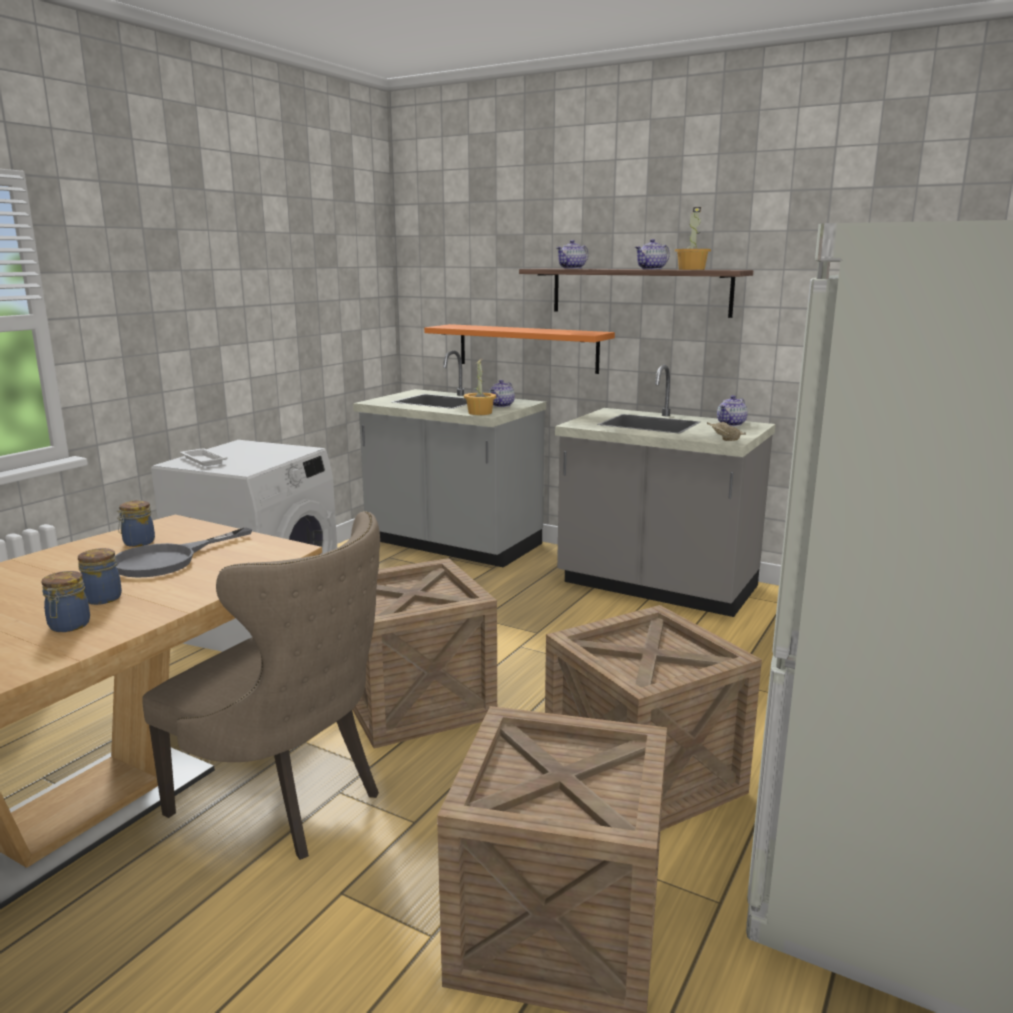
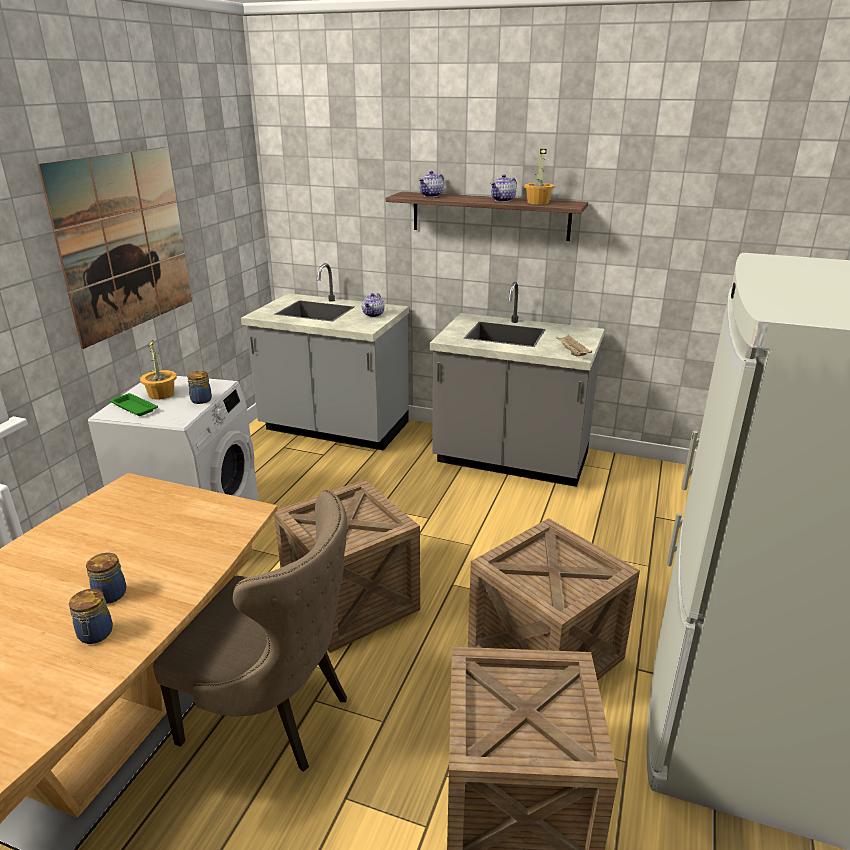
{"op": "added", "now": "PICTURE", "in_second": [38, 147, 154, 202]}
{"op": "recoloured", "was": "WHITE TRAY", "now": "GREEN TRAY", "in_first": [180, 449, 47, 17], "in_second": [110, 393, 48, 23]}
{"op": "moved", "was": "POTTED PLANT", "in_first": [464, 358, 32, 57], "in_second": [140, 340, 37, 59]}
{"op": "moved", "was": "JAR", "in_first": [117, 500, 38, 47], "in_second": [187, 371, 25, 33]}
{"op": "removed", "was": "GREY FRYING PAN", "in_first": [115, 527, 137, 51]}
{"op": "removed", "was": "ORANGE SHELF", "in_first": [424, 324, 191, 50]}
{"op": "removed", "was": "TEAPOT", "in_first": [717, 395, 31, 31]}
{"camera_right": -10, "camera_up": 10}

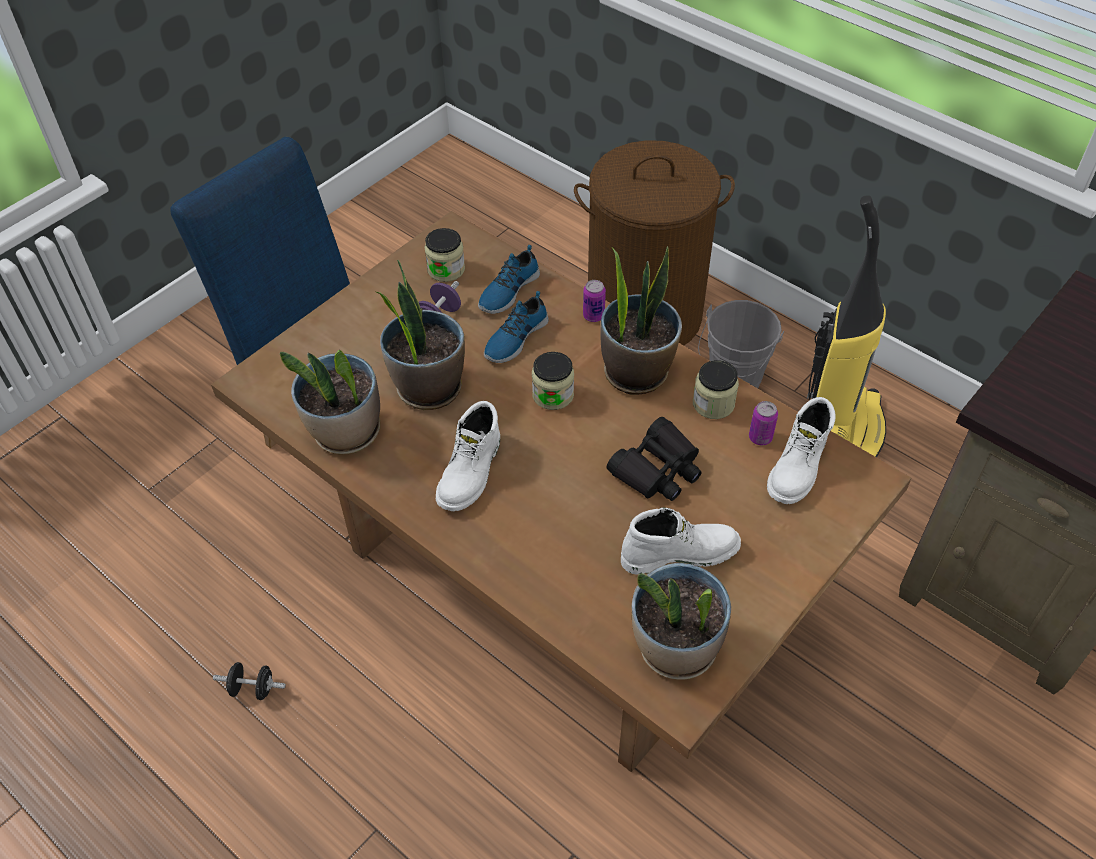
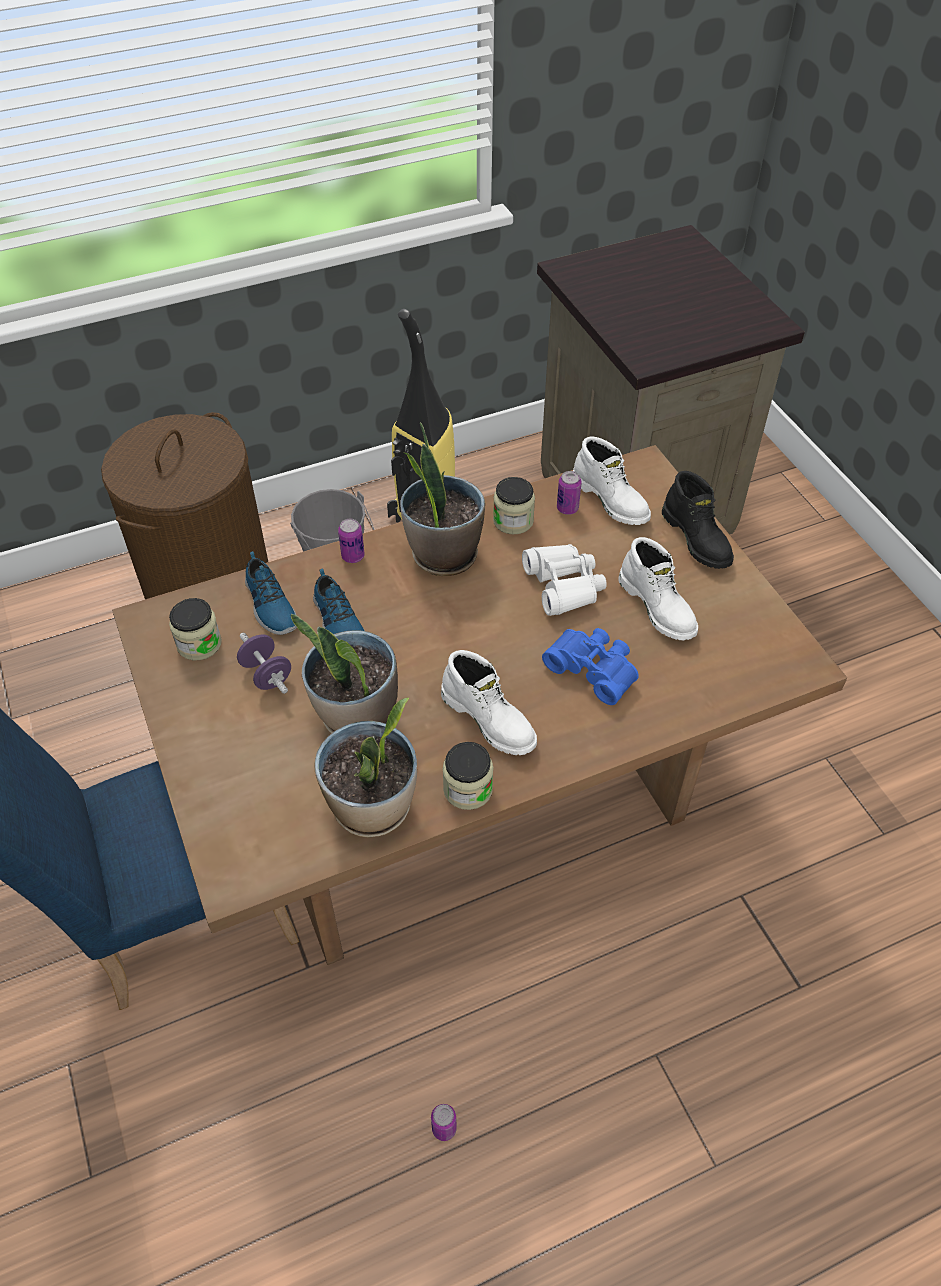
{"op": "replaced", "was": "BLACK DUMBBELL", "now": "CAN", "in_first": [213, 662, 73, 38], "in_second": [431, 1104, 26, 37]}
{"op": "moved", "was": "JAR", "in_first": [532, 352, 42, 58], "in_second": [443, 742, 50, 68]}
{"op": "recoloured", "was": "BLACK BINOCULARS", "now": "WHITE BINOCULARS", "in_first": [606, 417, 96, 84], "in_second": [522, 544, 85, 72]}
{"op": "added", "now": "BLUE BINOCULARS", "in_second": [542, 628, 97, 77]}
{"op": "turned", "was": "WHITE BOOT", "in_first": [621, 508, 120, 67], "in_second": [618, 537, 80, 103], "clockwise": 135}
{"op": "added", "now": "BLACK BOOT", "in_second": [662, 471, 72, 98]}
{"op": "removed", "was": "POTTED PLANT", "in_first": [632, 562, 99, 118]}
{"camera_right": -65, "camera_up": 0}

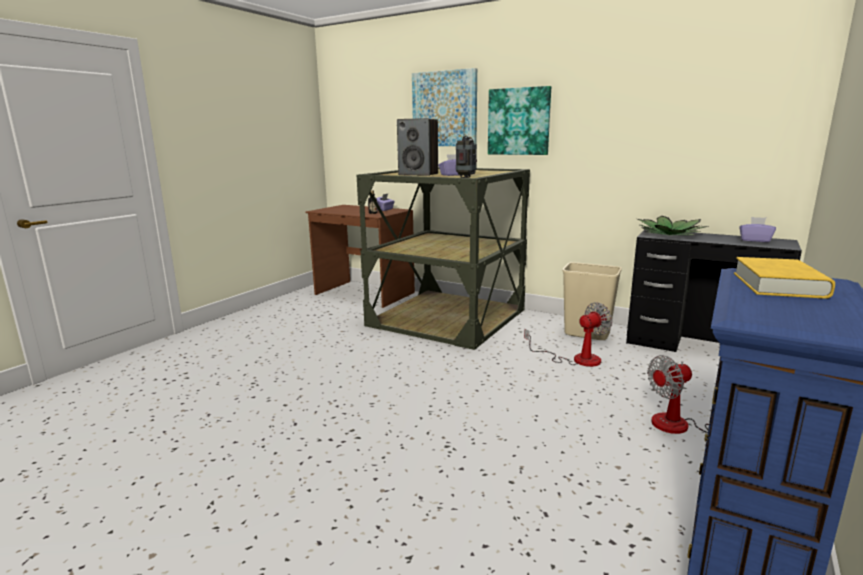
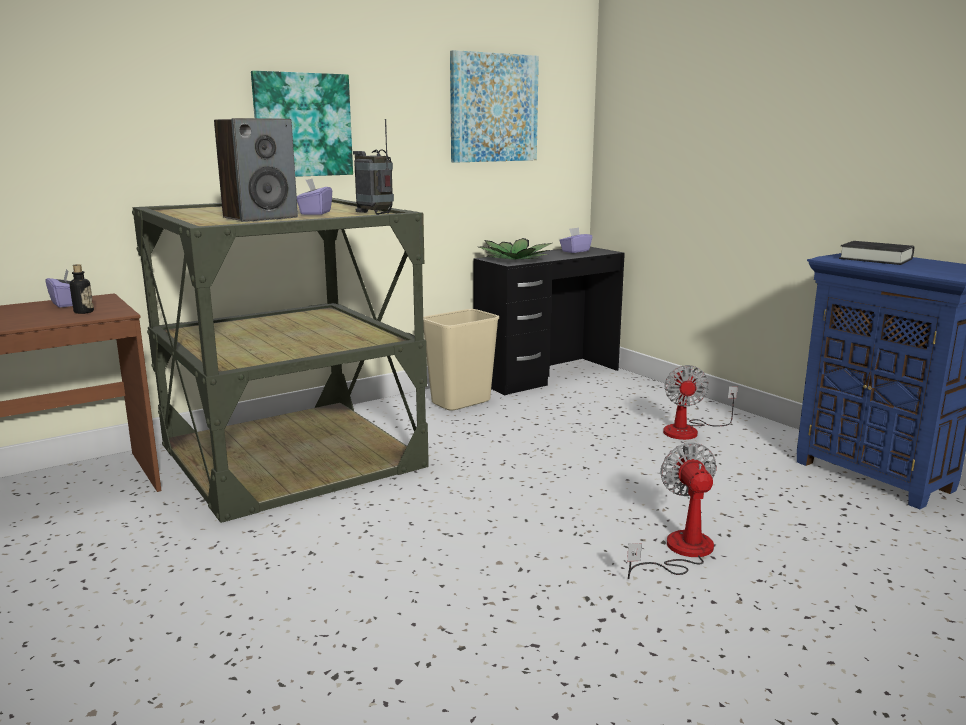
{"op": "moved", "was": "PICTURE", "in_first": [412, 68, 65, 78], "in_second": [450, 50, 89, 113]}
{"op": "moved", "was": "FAN", "in_first": [524, 302, 89, 65], "in_second": [627, 442, 90, 137]}
{"op": "recoloured", "was": "YELLOW BOOK", "now": "BLACK BOOK", "in_first": [734, 257, 101, 42], "in_second": [839, 241, 75, 24]}
{"camera_right": -65, "camera_up": 0}

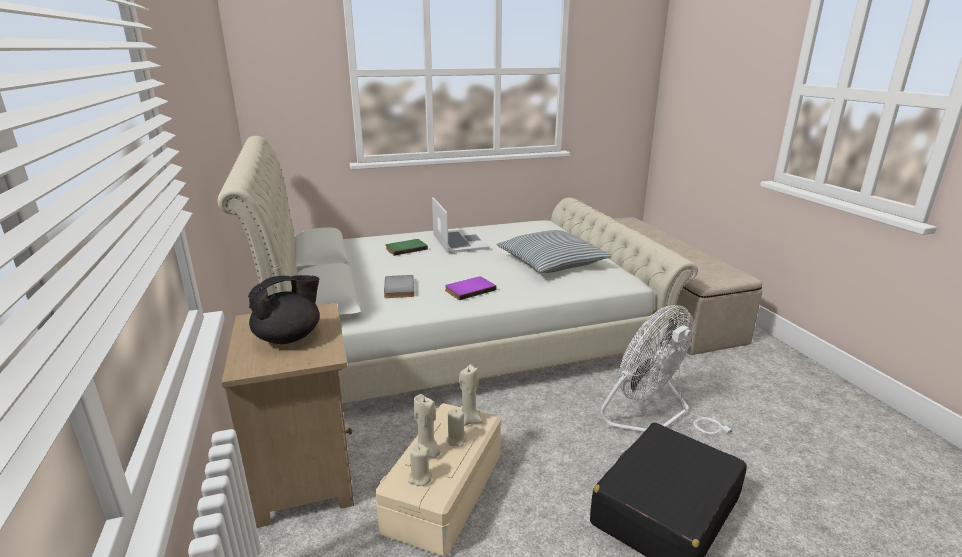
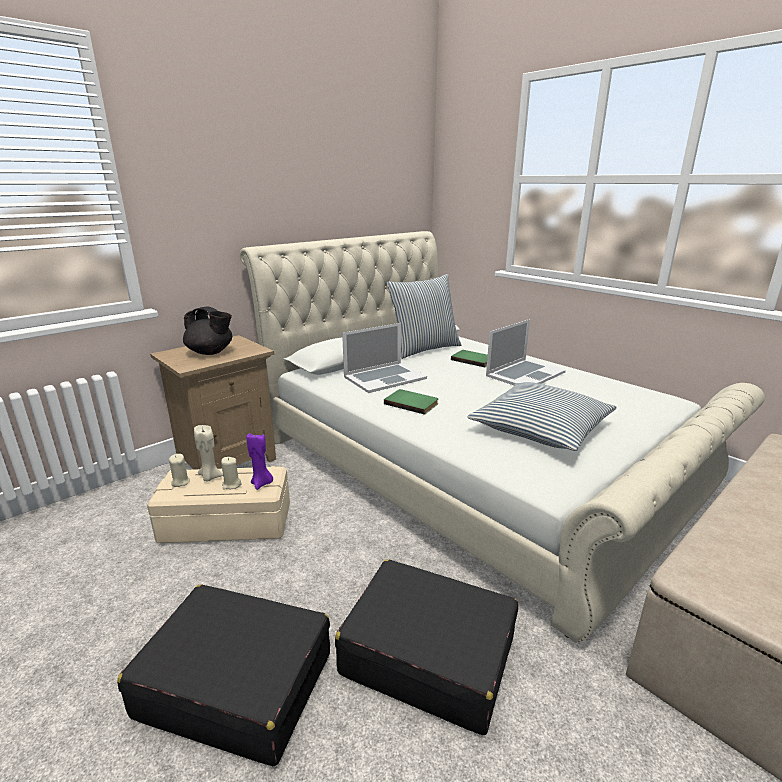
{"op": "recoloured", "was": "BEIGE CANDLE", "now": "PURPLE CANDLE", "in_first": [459, 364, 24, 62], "in_second": [246, 433, 27, 57]}
{"op": "replaced", "was": "WHITE FAN", "now": "BLACK SUITCASE", "in_first": [601, 305, 132, 129], "in_second": [335, 559, 183, 176]}
{"op": "replaced", "was": "GREY BOOK", "now": "LAPTOP", "in_first": [384, 275, 30, 23], "in_second": [342, 323, 85, 70]}
{"op": "recoloured", "was": "PURPLE BOOK", "now": "GREEN BOOK", "in_first": [445, 276, 52, 24], "in_second": [384, 389, 54, 26]}
{"op": "added", "now": "PILLOW", "in_second": [387, 274, 74, 85]}
{"camera_right": 65, "camera_up": 0}

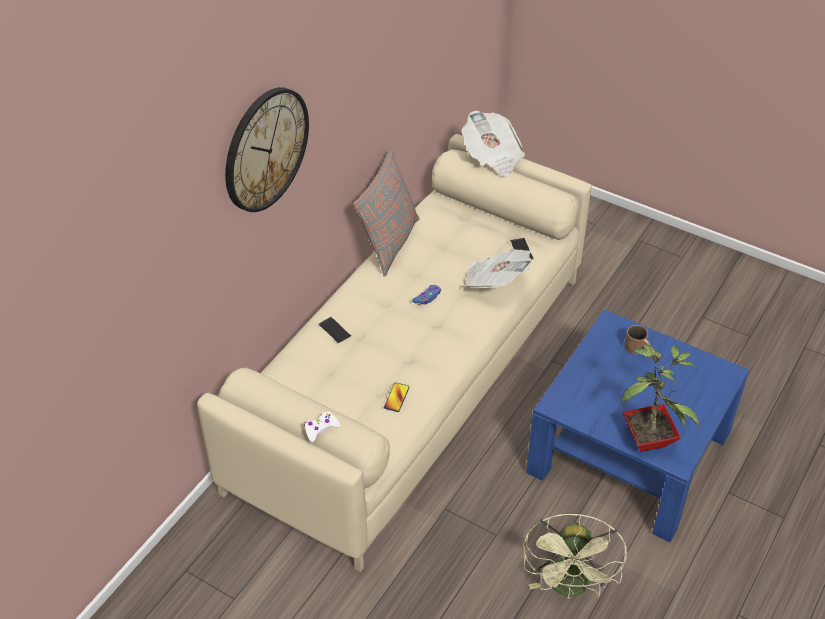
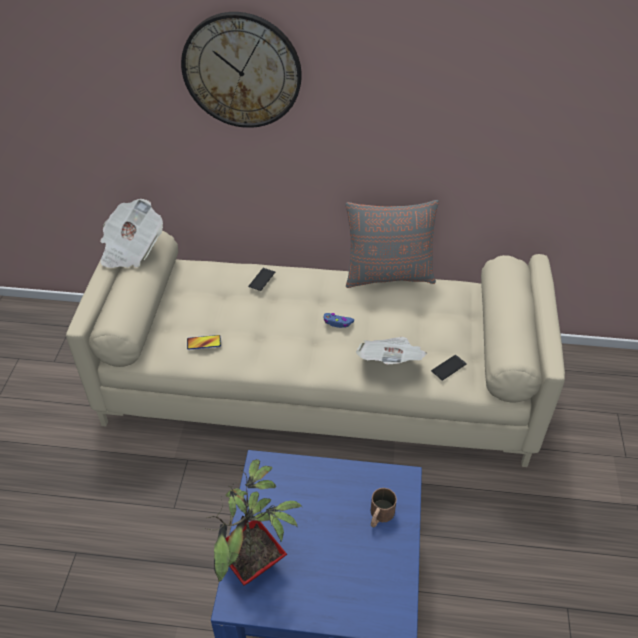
{"op": "moved", "was": "NEWSPAPER", "in_first": [461, 110, 64, 67], "in_second": [100, 199, 63, 69]}
{"op": "removed", "was": "WHITE GAME CONTROLLER", "in_first": [304, 411, 36, 31]}
{"op": "removed", "was": "GREEN FAN", "in_first": [523, 514, 104, 85]}
{"camera_right": 65, "camera_up": 0}

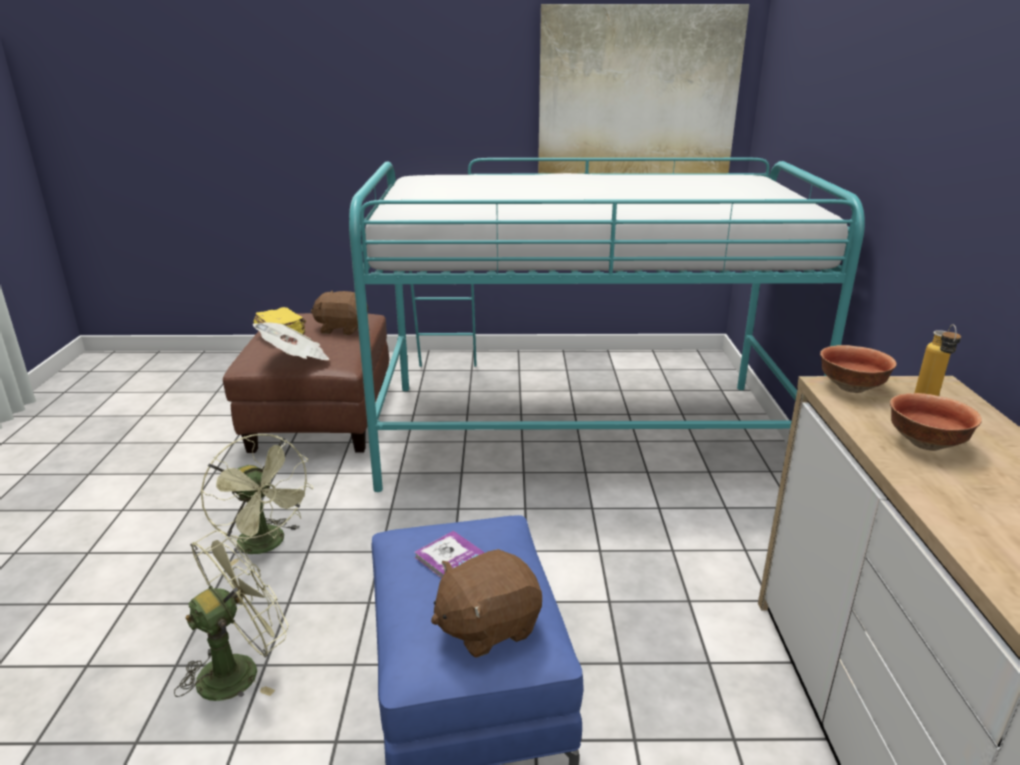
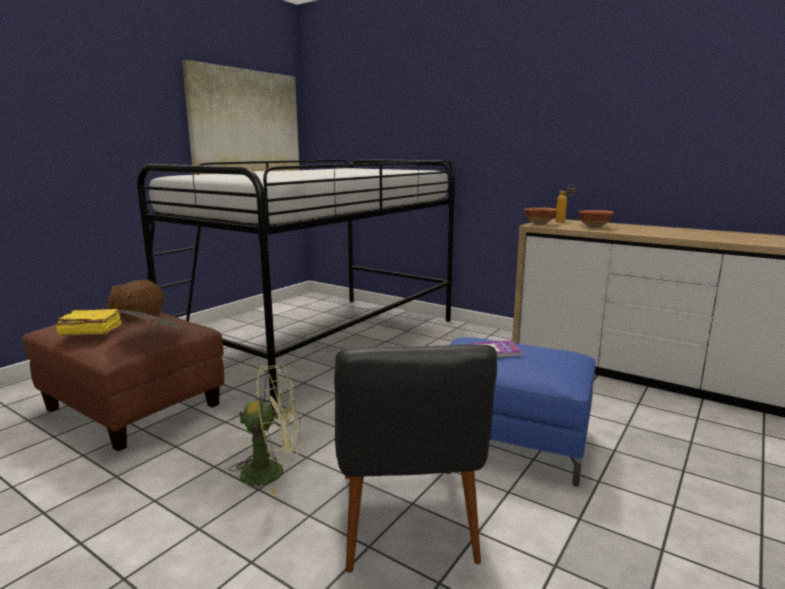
{"op": "recoloured", "was": "TURQUOISE BED", "now": "BLACK BED", "in_first": [349, 158, 516, 334], "in_second": [137, 159, 318, 252]}
{"op": "replaced", "was": "GREEN FAN", "now": "BLACK CHAIR", "in_first": [174, 530, 115, 171], "in_second": [334, 344, 163, 229]}
{"op": "removed", "was": "BROWN PLUSH TOY", "in_first": [431, 549, 111, 109]}
{"camera_right": -55, "camera_up": -10}

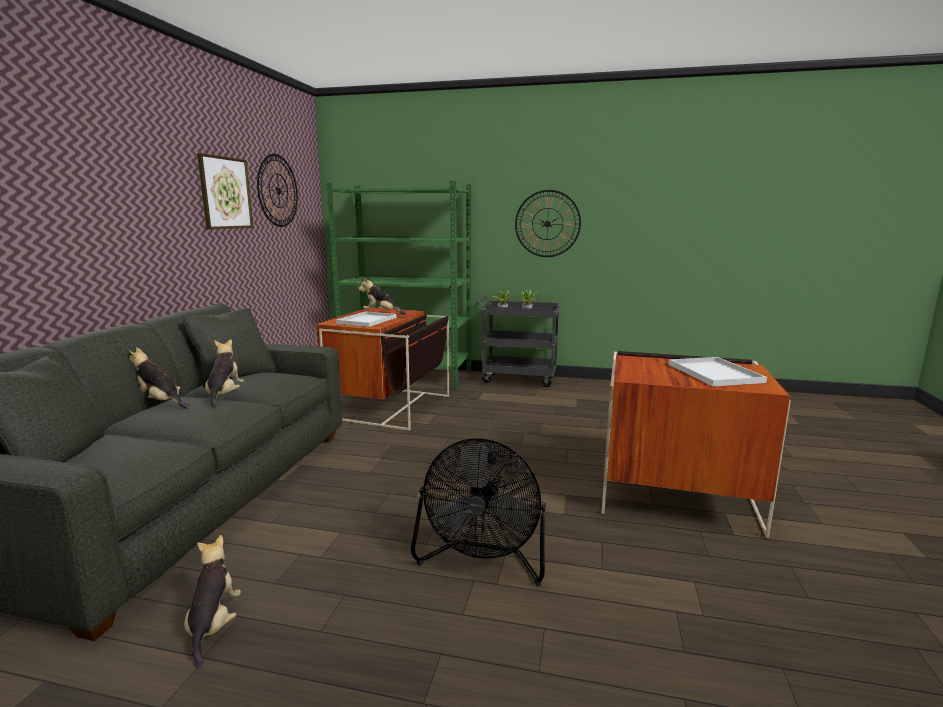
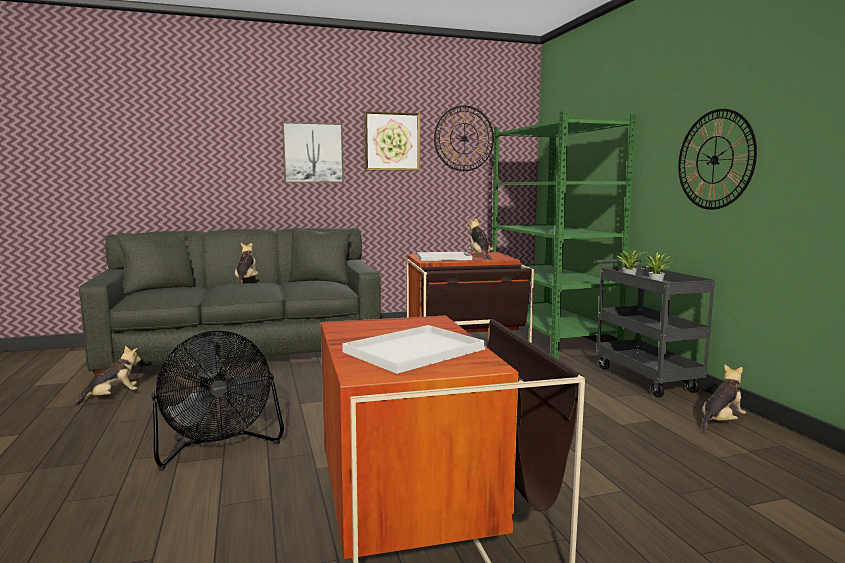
{"op": "turned", "was": "BLACK FAN", "in_first": [411, 438, 135, 148], "in_second": [152, 331, 132, 140], "clockwise": -105}
{"op": "added", "now": "PICTURE", "in_second": [282, 122, 62, 61]}
{"op": "moved", "was": "PLUSH TOY", "in_first": [205, 339, 39, 69], "in_second": [702, 365, 44, 67]}
{"camera_right": 60, "camera_up": -5}

